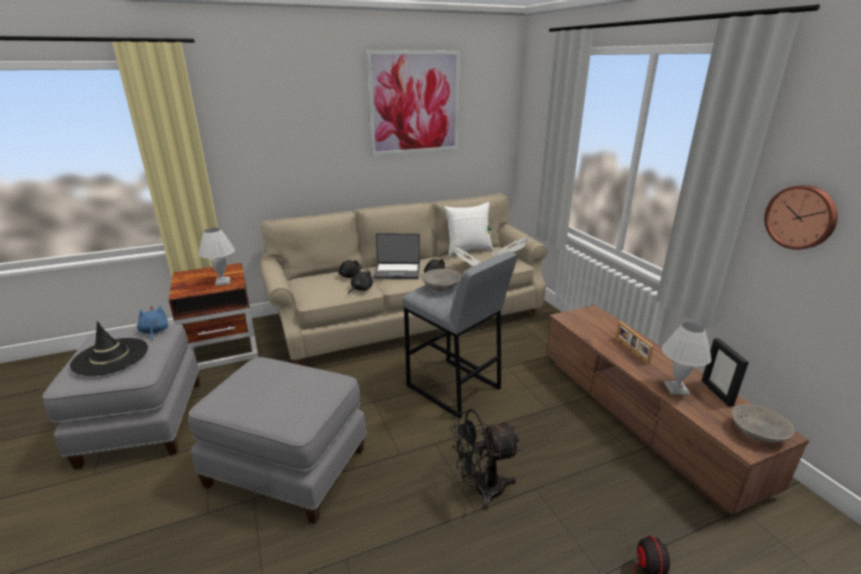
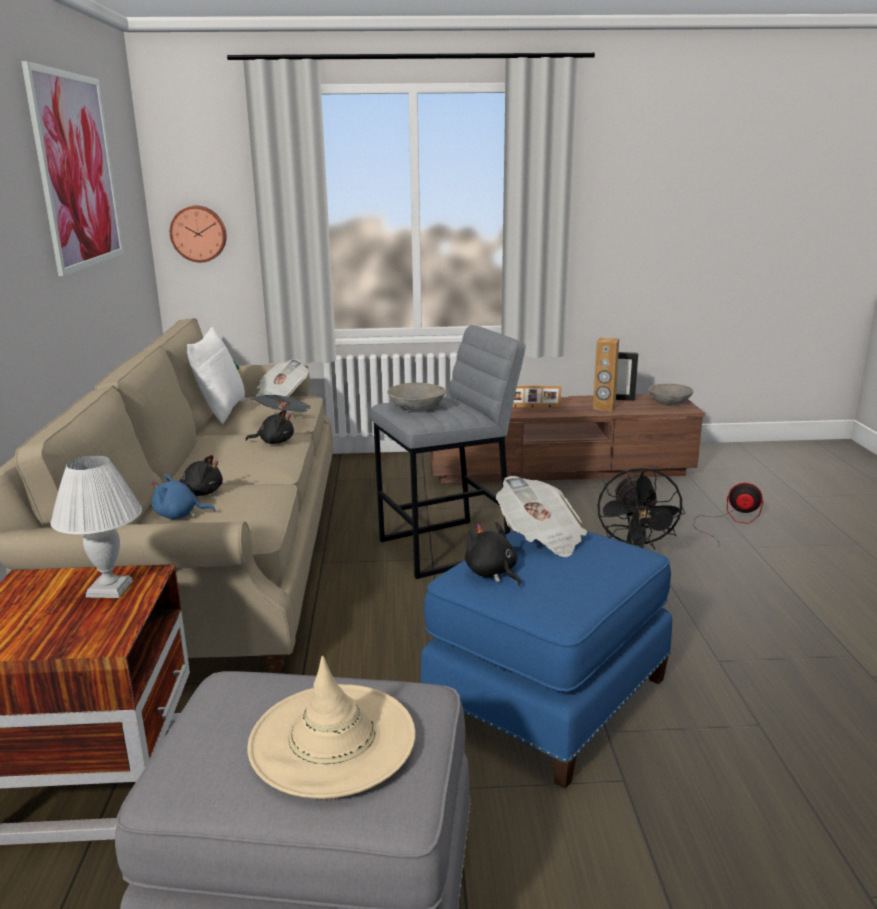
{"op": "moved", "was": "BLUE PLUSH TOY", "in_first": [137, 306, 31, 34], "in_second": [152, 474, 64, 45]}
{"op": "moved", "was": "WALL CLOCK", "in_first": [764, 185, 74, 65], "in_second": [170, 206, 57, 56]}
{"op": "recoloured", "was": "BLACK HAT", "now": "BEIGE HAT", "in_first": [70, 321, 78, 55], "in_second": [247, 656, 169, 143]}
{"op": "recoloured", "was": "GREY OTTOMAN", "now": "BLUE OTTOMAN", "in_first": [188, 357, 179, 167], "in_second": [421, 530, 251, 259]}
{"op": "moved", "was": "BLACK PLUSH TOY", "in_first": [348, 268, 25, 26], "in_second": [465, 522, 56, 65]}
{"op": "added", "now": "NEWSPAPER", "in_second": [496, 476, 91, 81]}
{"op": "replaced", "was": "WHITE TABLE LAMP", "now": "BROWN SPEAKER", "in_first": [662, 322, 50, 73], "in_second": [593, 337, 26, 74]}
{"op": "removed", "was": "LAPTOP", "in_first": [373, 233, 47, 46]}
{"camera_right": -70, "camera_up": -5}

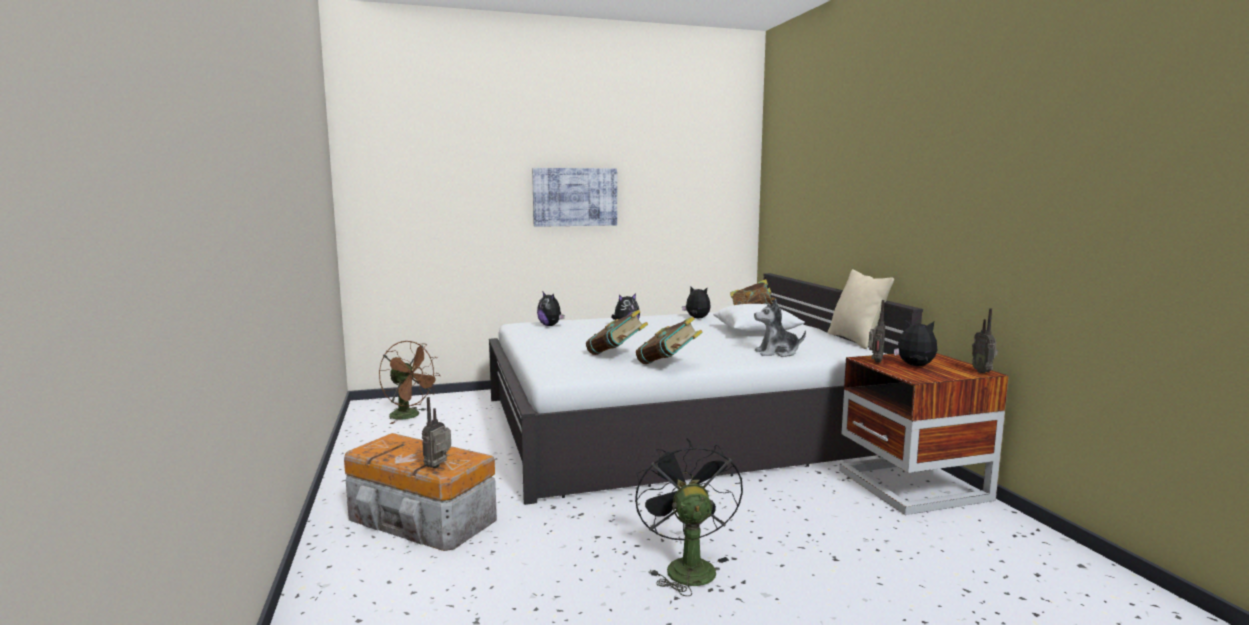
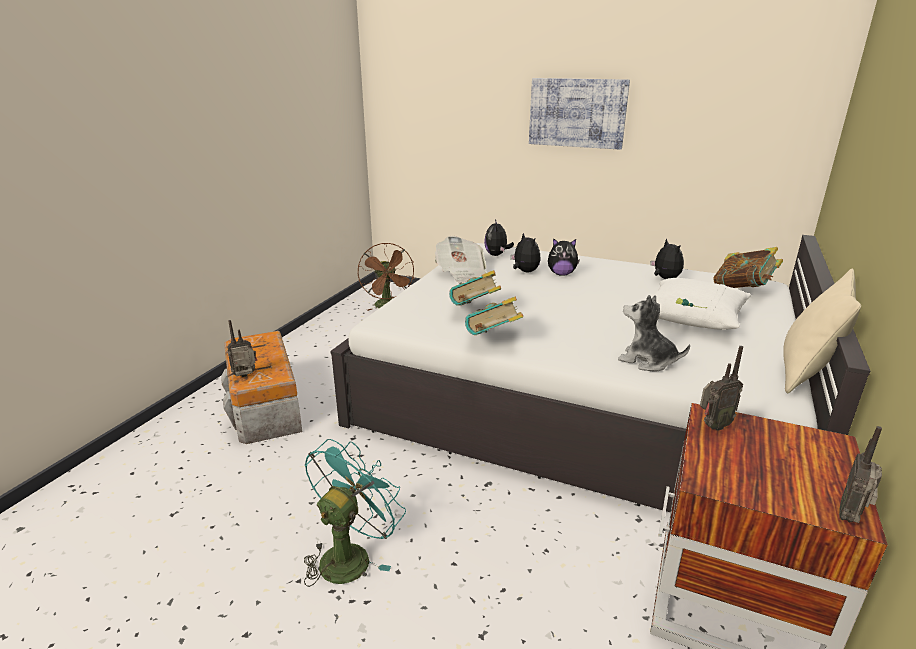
{"op": "recoloured", "was": "BLACK FAN", "now": "TURQUOISE FAN", "in_first": [635, 438, 108, 158], "in_second": [304, 439, 102, 148]}
{"op": "added", "now": "NEWSPAPER", "in_second": [435, 236, 51, 47]}
{"op": "moved", "was": "PLUSH TOY", "in_first": [894, 320, 43, 46], "in_second": [511, 232, 30, 40]}
{"camera_right": 40, "camera_up": 15}

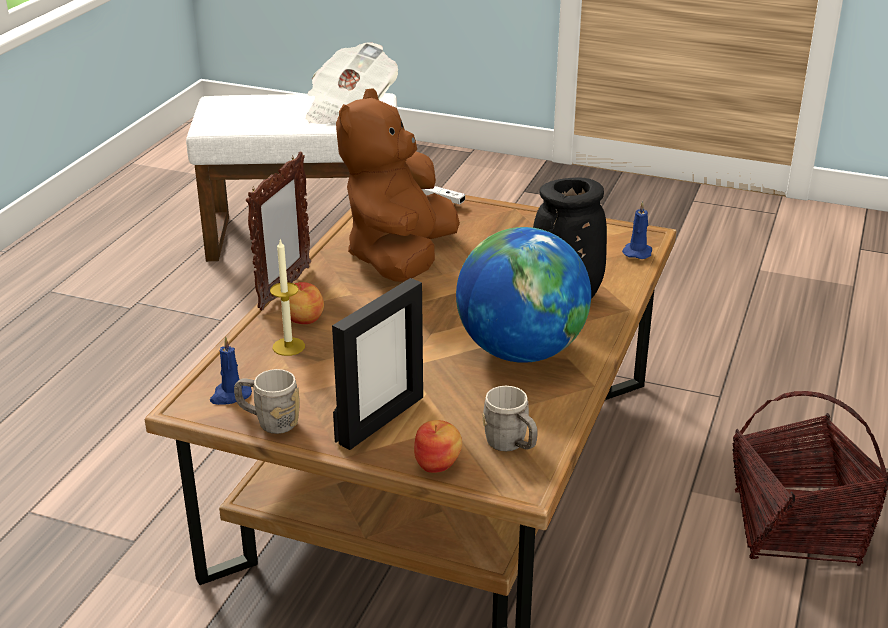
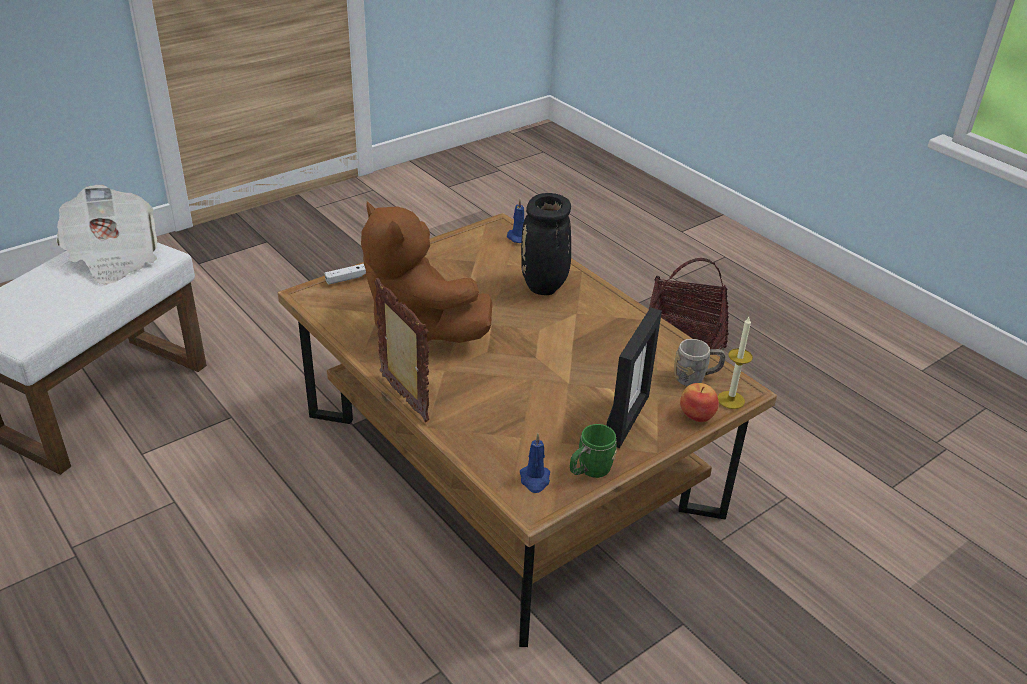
{"op": "recoloured", "was": "GREY MUG", "now": "GREEN MUG", "in_first": [234, 369, 66, 65], "in_second": [570, 424, 47, 54]}
{"op": "turned", "was": "PICTURE FRAME", "in_first": [332, 278, 91, 172], "in_second": [606, 308, 56, 140], "clockwise": 45}
{"op": "moved", "was": "CANDLE", "in_first": [270, 240, 35, 116], "in_second": [717, 317, 36, 92]}
{"op": "removed", "was": "APPLE", "in_first": [289, 282, 35, 42]}
{"op": "removed", "was": "GLOBE", "in_first": [456, 227, 135, 136]}
{"camera_right": -60, "camera_up": 5}

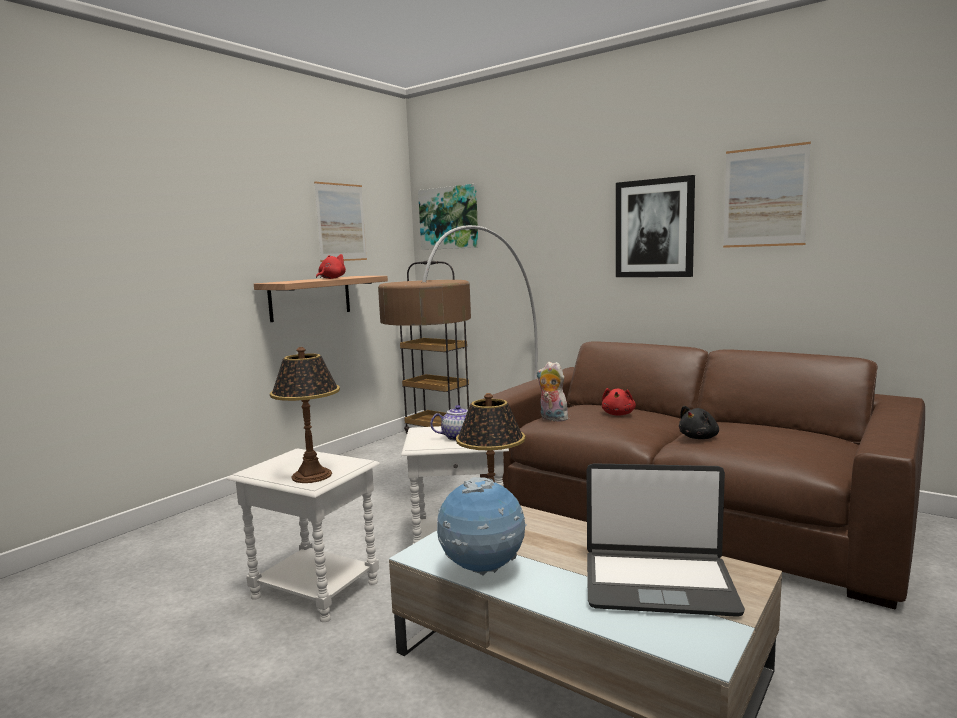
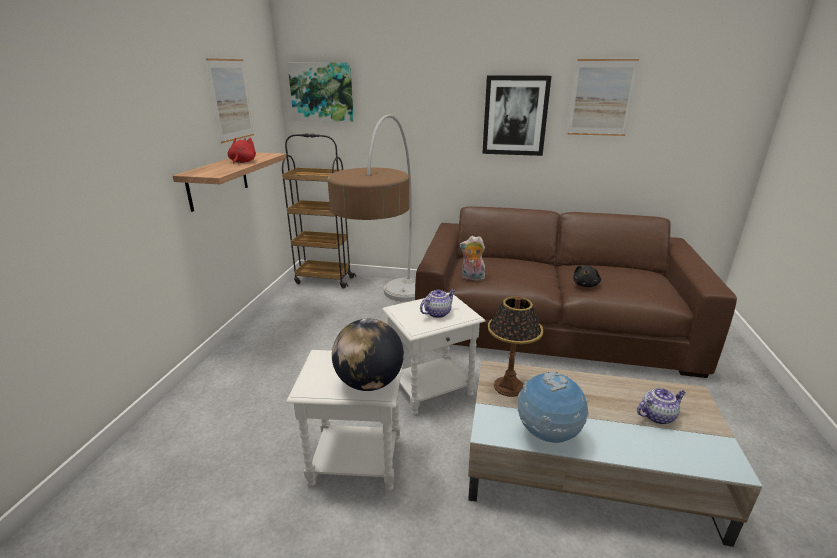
{"op": "replaced", "was": "TABLE LAMP", "now": "GLOBE", "in_first": [270, 347, 70, 136], "in_second": [332, 319, 72, 72]}
{"op": "replaced", "was": "LAPTOP", "now": "TEAPOT", "in_first": [586, 463, 159, 154], "in_second": [637, 388, 49, 36]}
{"op": "removed", "was": "RED PLUSH TOY", "in_first": [602, 388, 34, 28]}
{"camera_right": -25, "camera_up": 15}

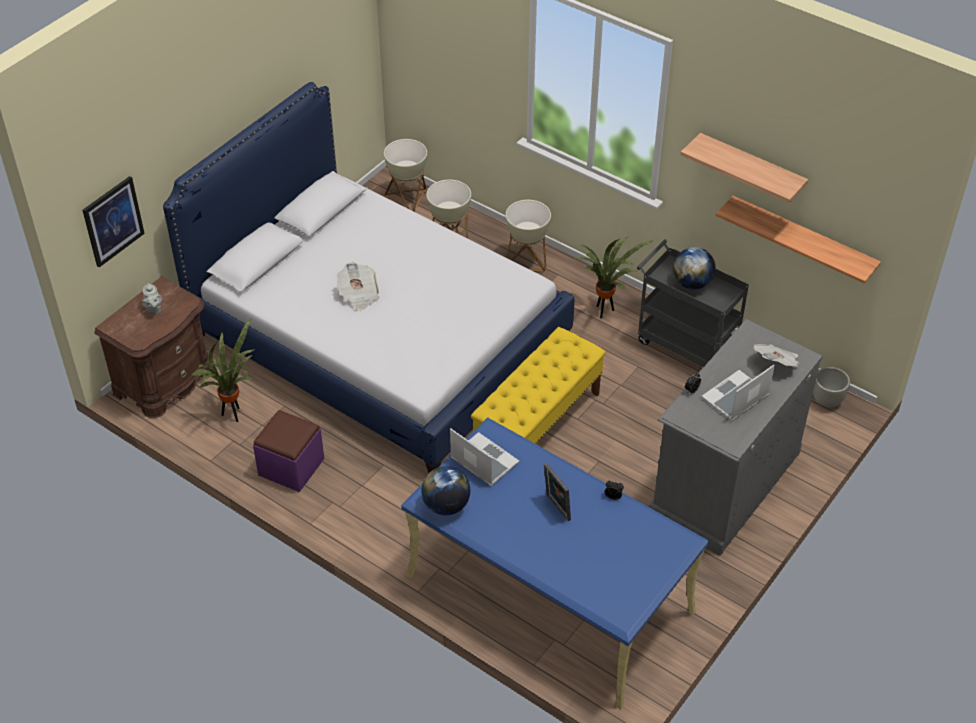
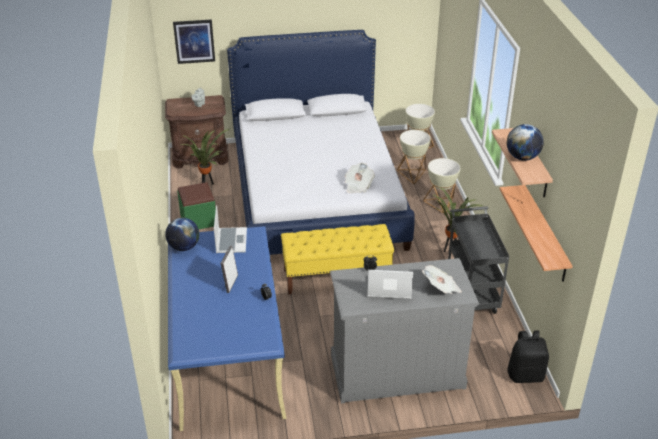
{"op": "recoloured", "was": "PURPLE OTTOMAN", "now": "GREEN OTTOMAN", "in_first": [253, 410, 71, 82], "in_second": [177, 182, 39, 47]}
{"op": "moved", "was": "NEWSPAPER", "in_first": [337, 262, 43, 49], "in_second": [345, 163, 30, 31]}
{"op": "moved", "was": "GLOBE", "in_first": [673, 247, 43, 42], "in_second": [507, 124, 37, 37]}
{"op": "replaced", "was": "GREY PLANTER", "now": "BLACK BACKPACK", "in_first": [813, 367, 37, 40], "in_second": [507, 331, 42, 52]}
{"camera_right": 45, "camera_up": -10}

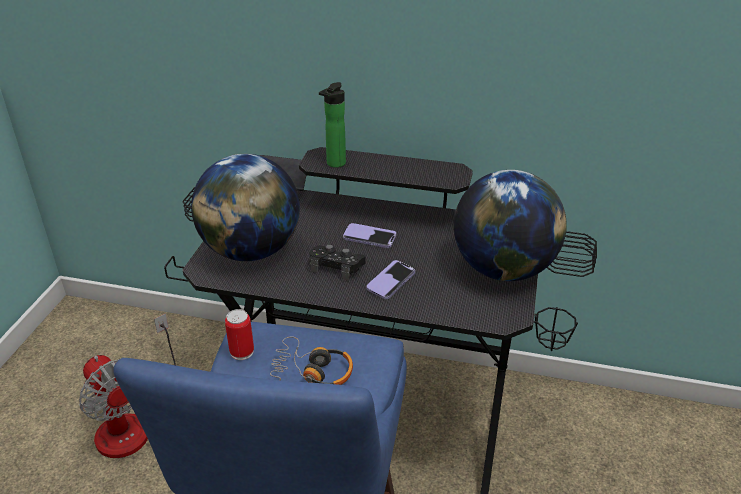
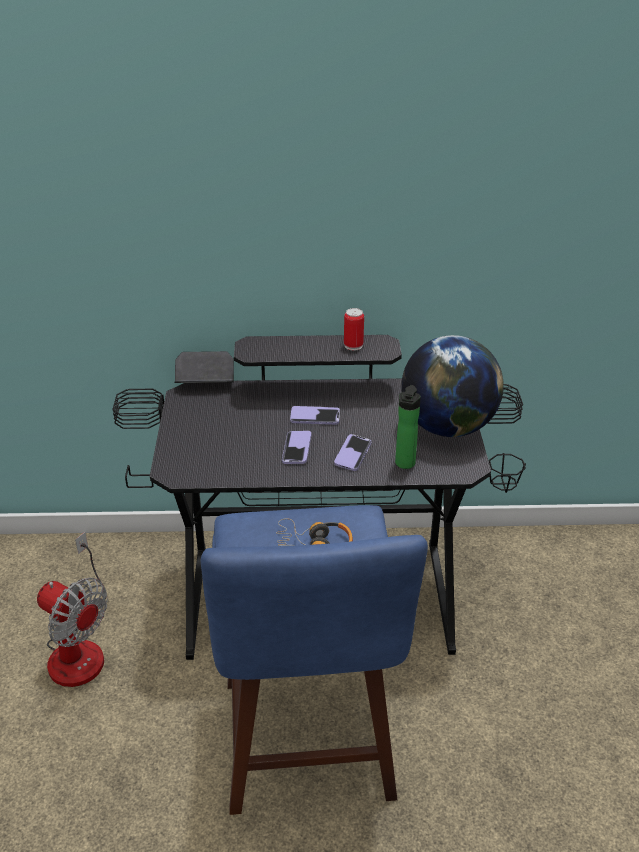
{"op": "replaced", "was": "BLACK GAME CONTROLLER", "now": "PHONE", "in_first": [310, 245, 56, 35], "in_second": [282, 431, 30, 33]}
{"op": "moved", "was": "CAN", "in_first": [225, 309, 29, 51], "in_second": [344, 308, 20, 43]}
{"op": "moved", "was": "BOTTLE", "in_first": [319, 82, 27, 86], "in_second": [395, 385, 26, 84]}
{"op": "removed", "was": "GLOBE", "in_first": [191, 154, 109, 107]}
{"camera_right": -15, "camera_up": 0}

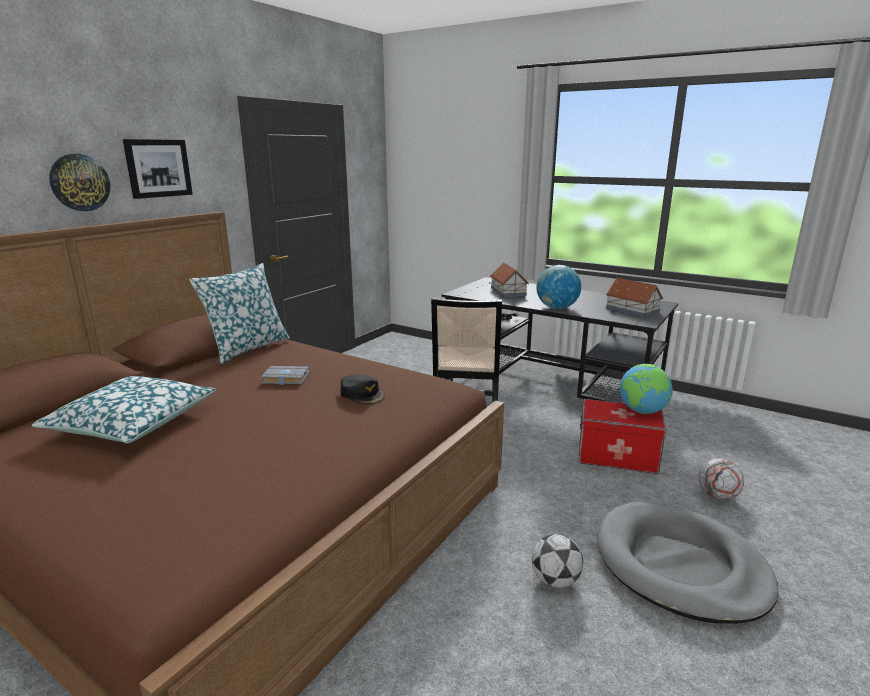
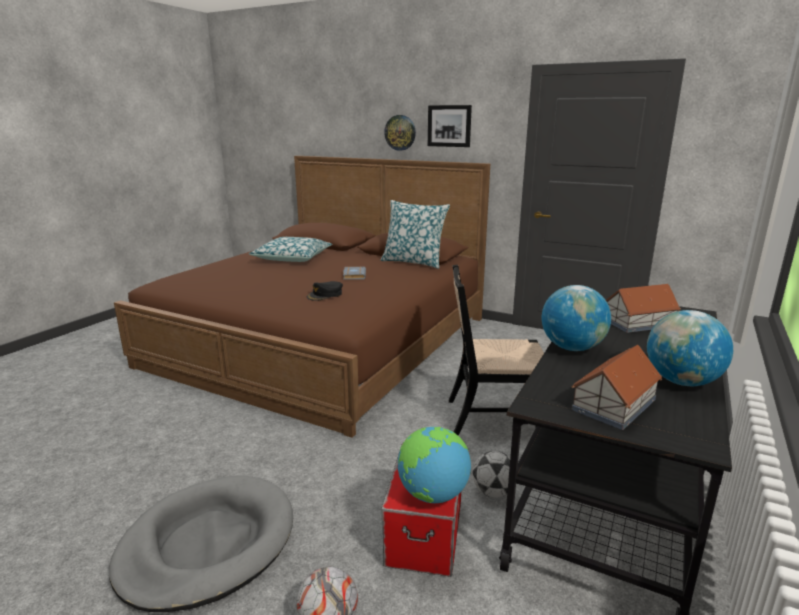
{"op": "moved", "was": "FOOTBALL", "in_first": [532, 534, 51, 54], "in_second": [473, 451, 37, 47]}
{"op": "added", "now": "GLOBE", "in_second": [647, 310, 86, 76]}
{"camera_right": 85, "camera_up": 0}

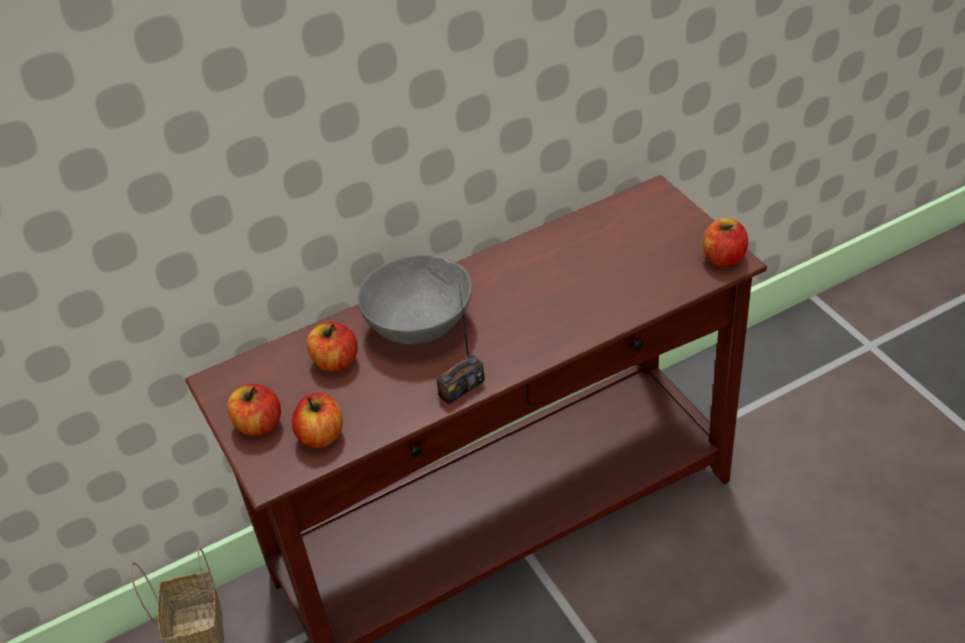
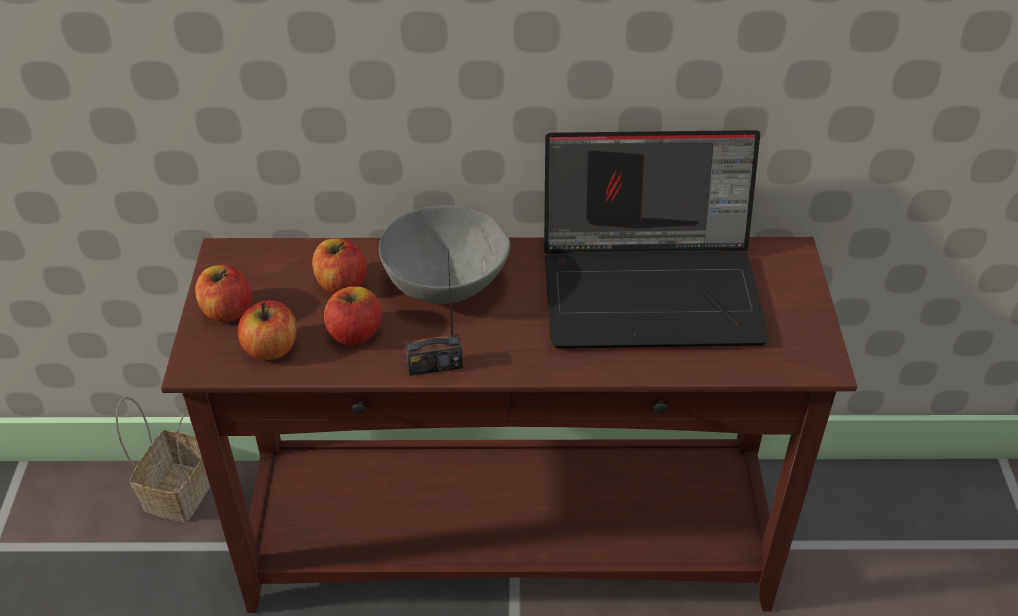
{"op": "moved", "was": "APPLE", "in_first": [703, 218, 45, 49], "in_second": [324, 286, 57, 59]}
{"op": "added", "now": "LAPTOP", "in_second": [544, 130, 225, 219]}
{"camera_right": 25, "camera_up": 0}

